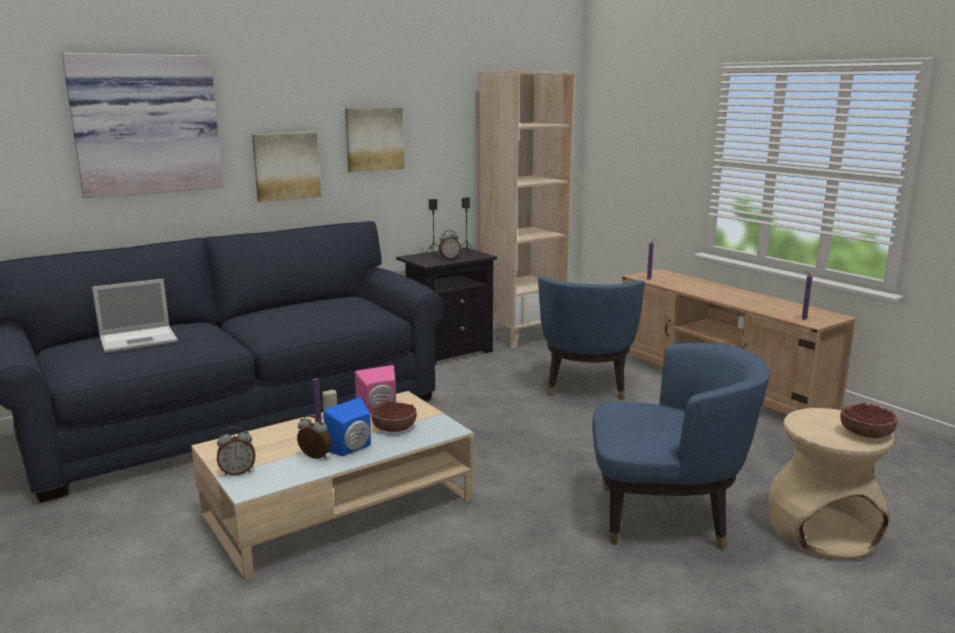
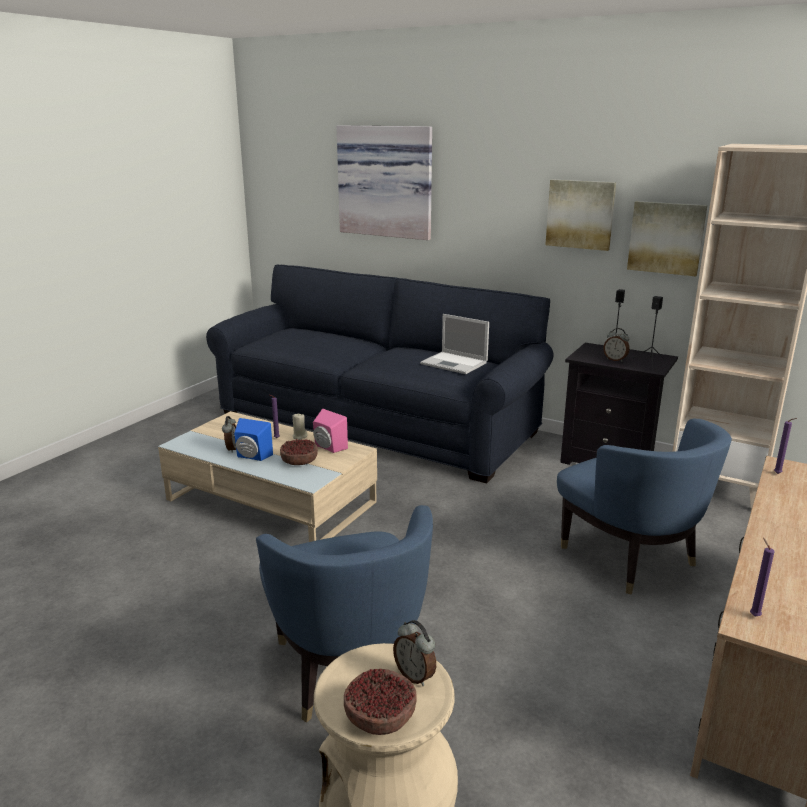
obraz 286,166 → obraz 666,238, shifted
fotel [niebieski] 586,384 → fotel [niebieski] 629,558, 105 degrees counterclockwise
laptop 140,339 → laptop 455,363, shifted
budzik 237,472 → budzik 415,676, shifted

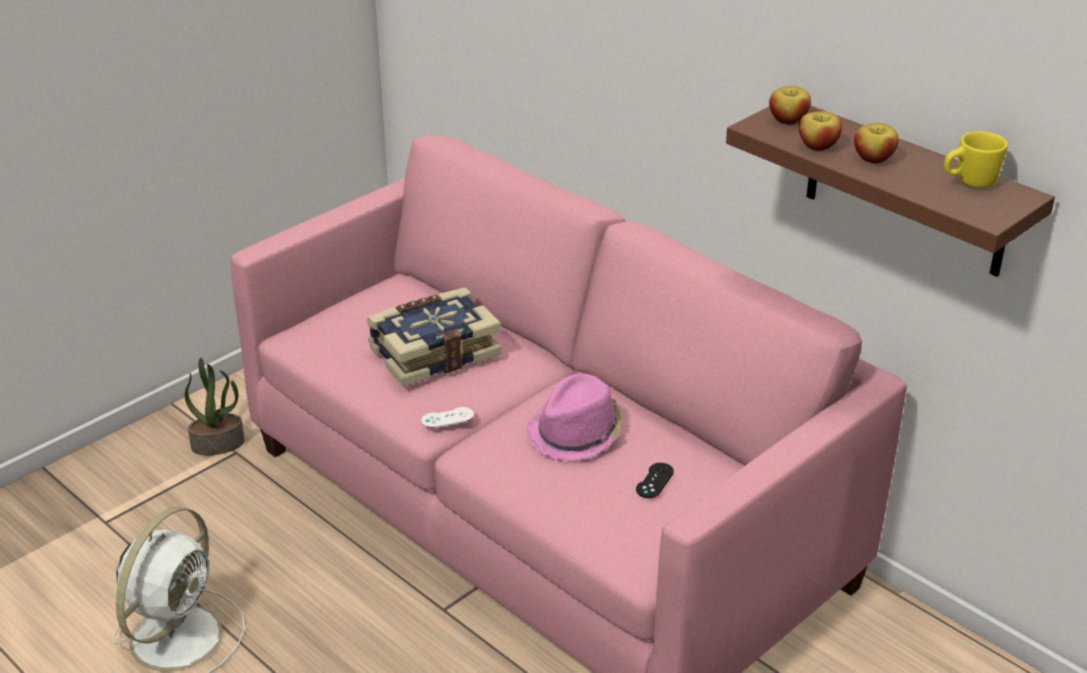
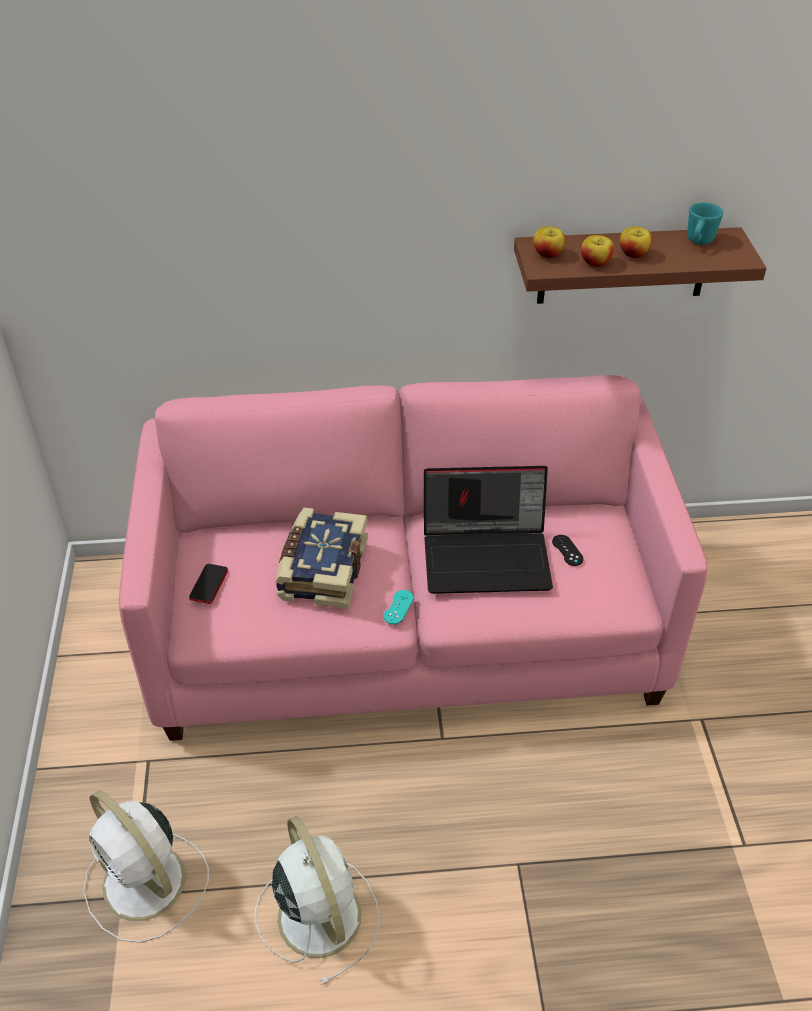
kubek [żółty] 969,183 → kubek [turkusowy] 698,242
roślina doniczkowa 218,444 → -
kapelusz [różowy] 576,434 → laptop 488,556
pad do gier [biały] 447,418 → pad do gier [turkusowy] 398,607
- → telefon 209,584
- → wentylator [biały] 146,884

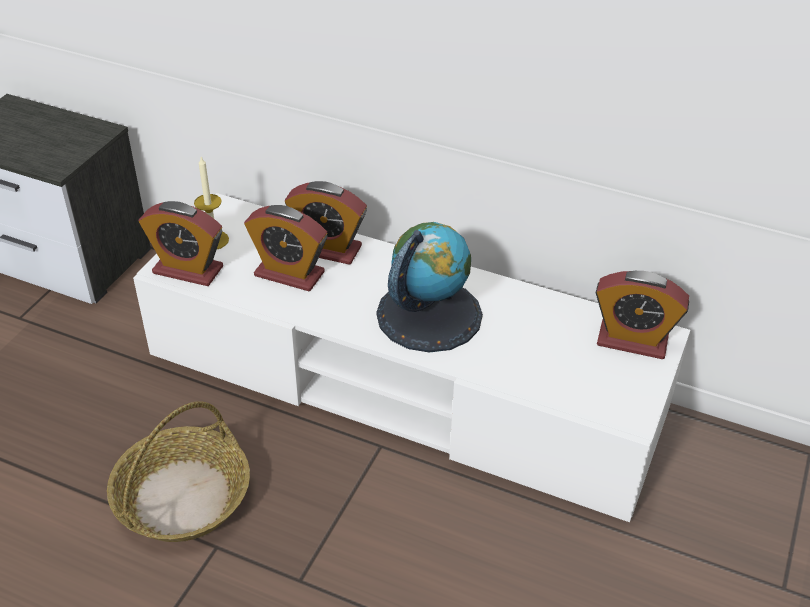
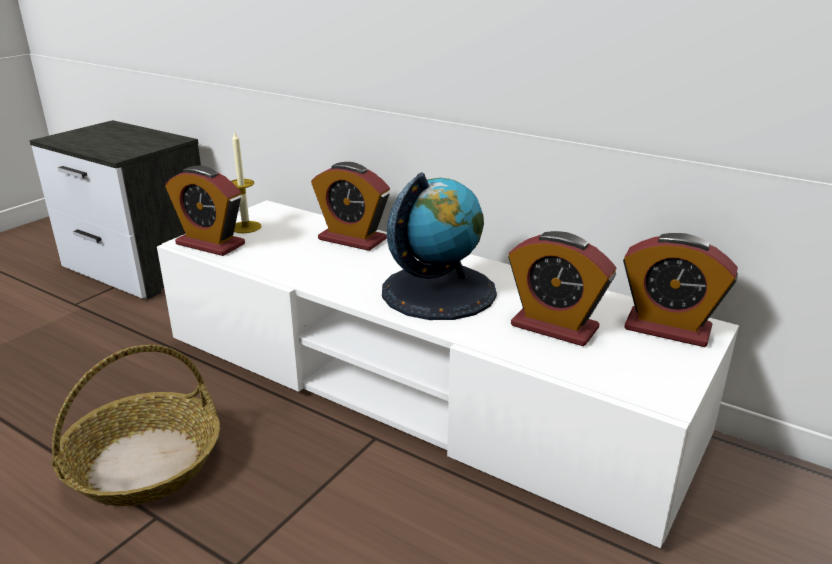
budzik 289,274 → budzik 554,327, shifted

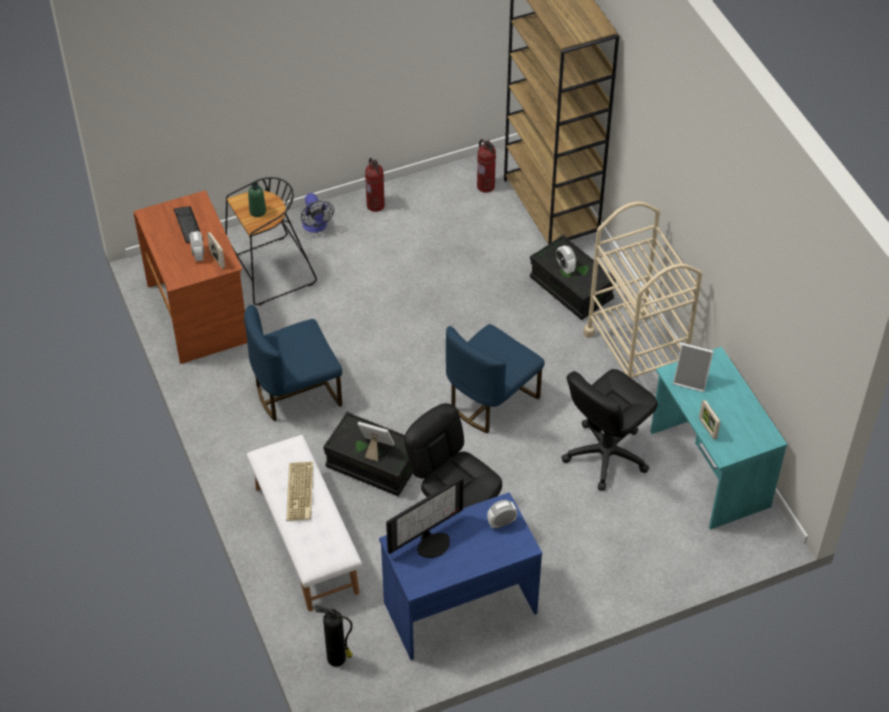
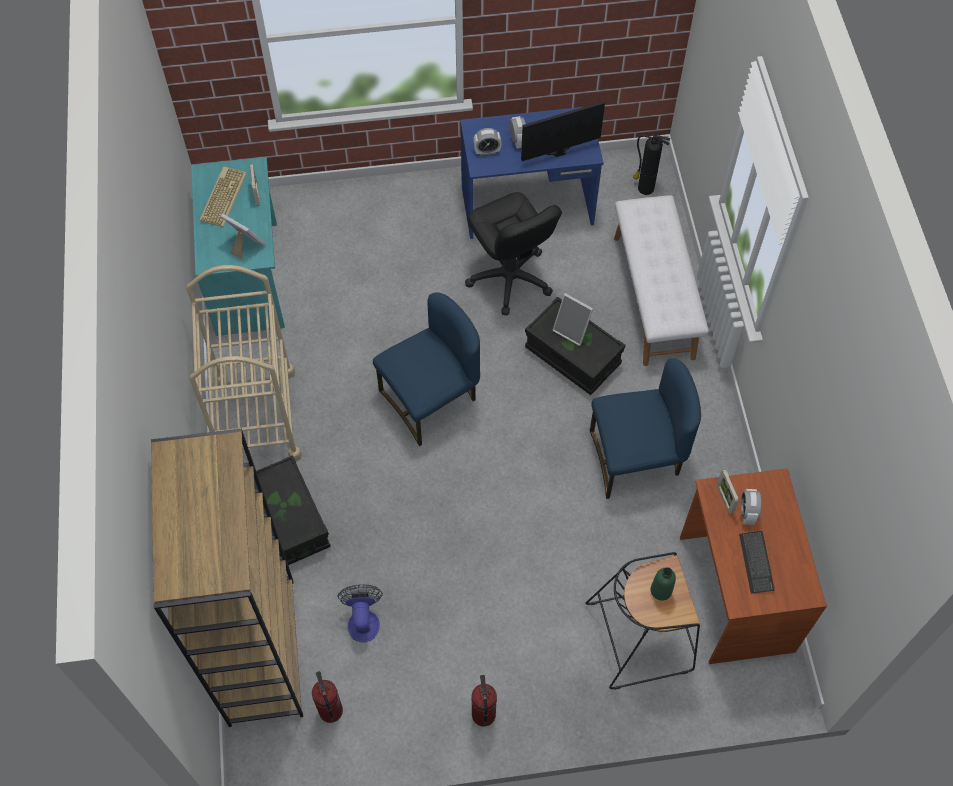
wentylator 316,226 → wentylator 363,619, shifted
budzik 565,267 → budzik 517,141, shifted
krzesło biurowe [czarny] 605,455 → -
klawiatura 301,492 → klawiatura 222,196, shifted

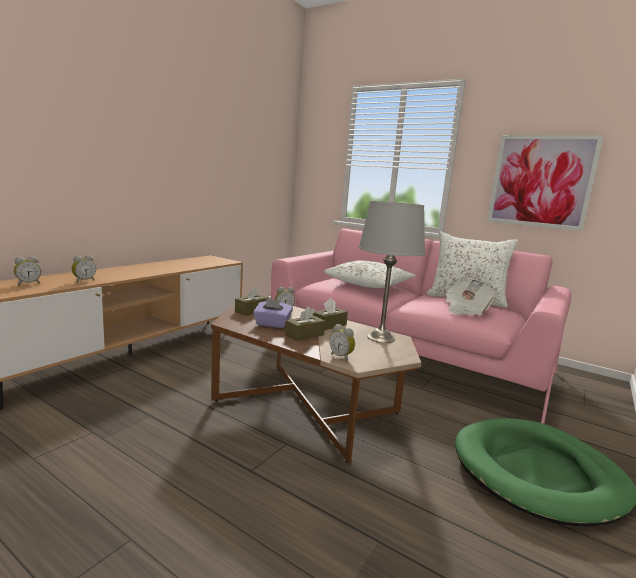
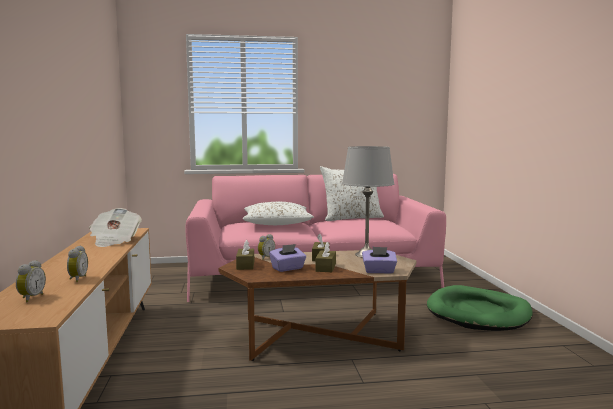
obraz 541,181 → -
gazeta 466,310 → gazeta 115,241, shifted
budzik 341,357 → pudełko chusteczek [fioletowy] 379,271

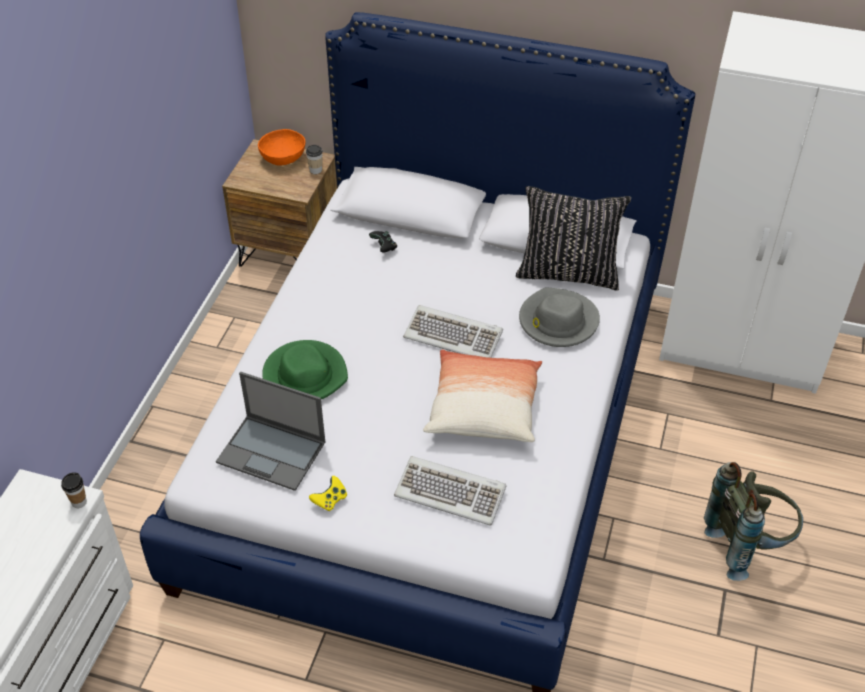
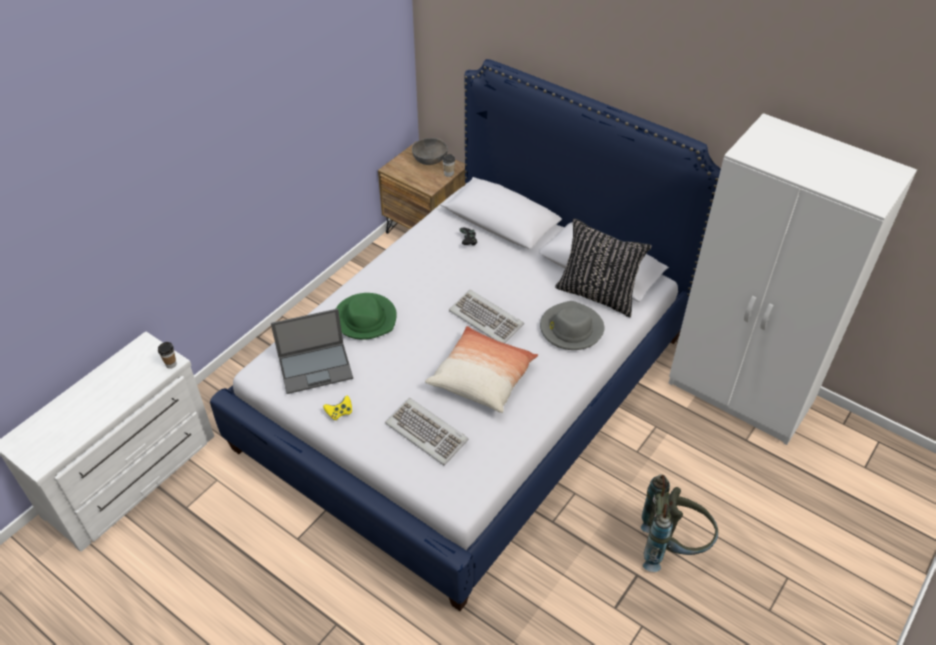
miska [pomarańczowy] 283,158 → miska [szary] 430,160
laptop 272,452 → laptop 316,367, 60 degrees counterclockwise

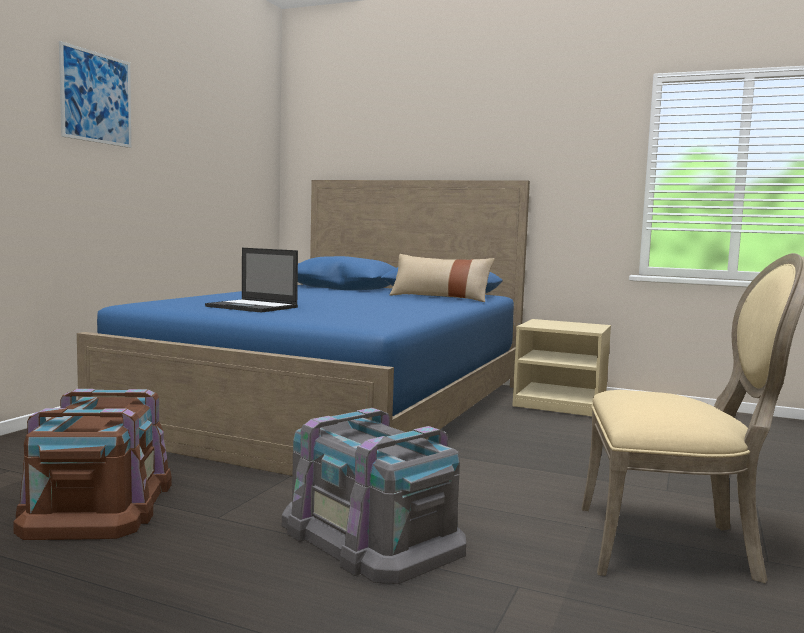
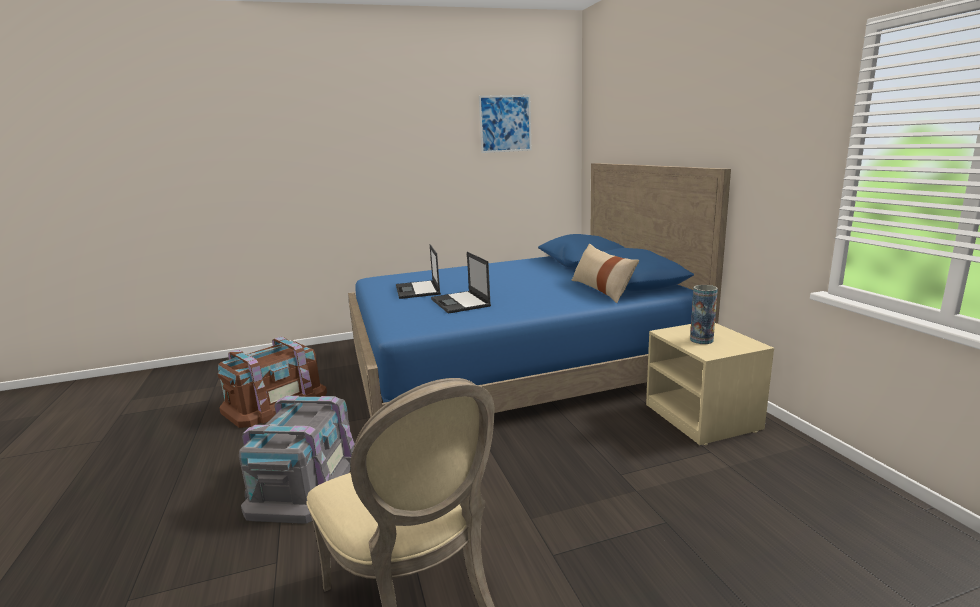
obraz 96,97 → obraz 505,123, shifted
- → laptop 461,303
- → wazon 701,340

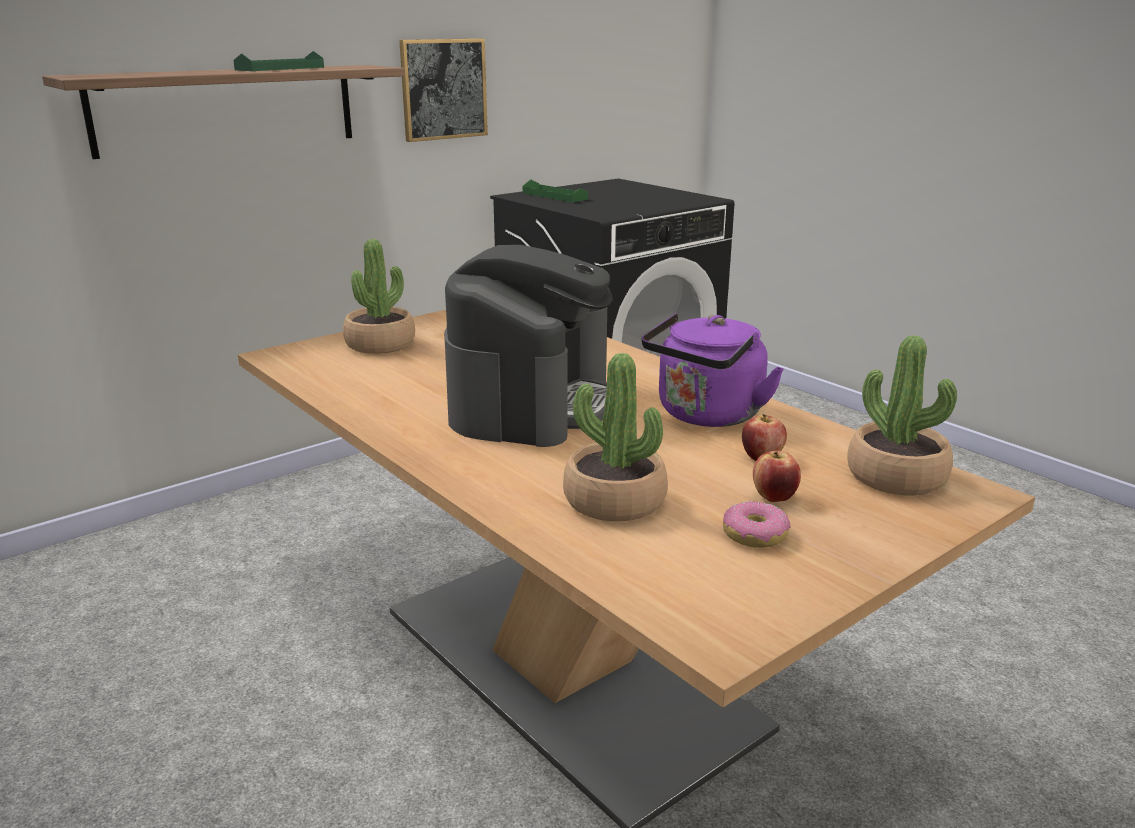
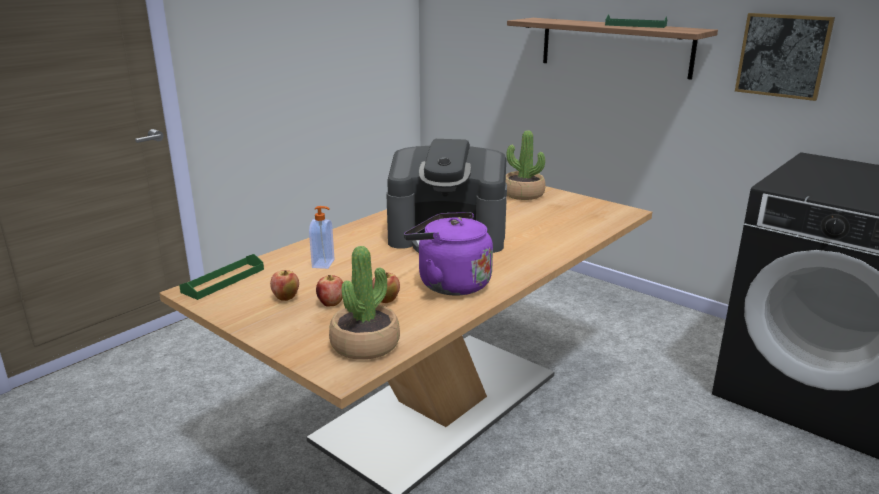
taca [zielony] 554,196 → taca [zielony] 223,280, shifted
roślina doniczkowa 614,501 → dozownik mydła 324,264
donut 754,535 → jabłko 285,298

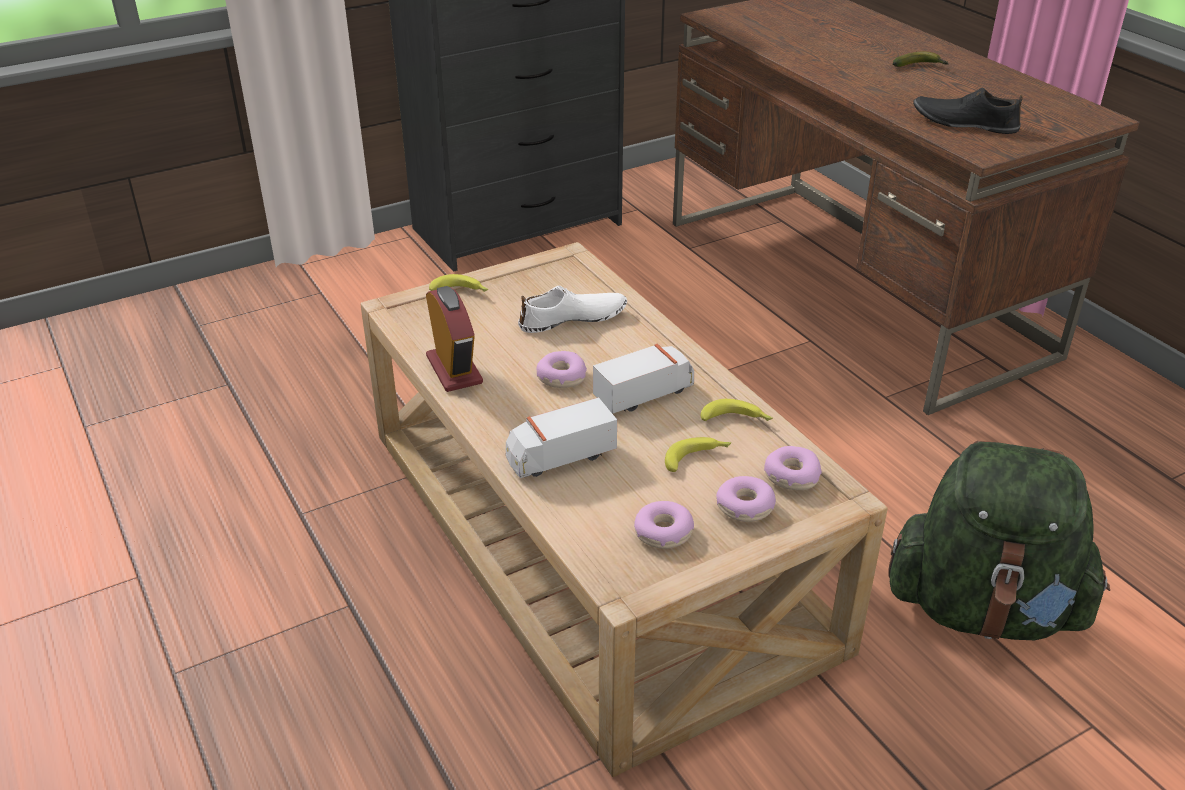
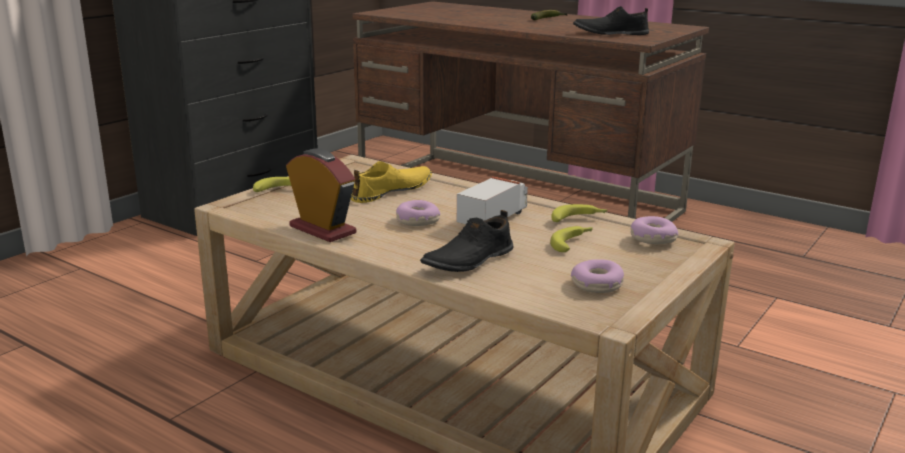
but [biały] 573,319 → but [żółty] 392,191
ciężarówka zabawkowa 560,457 → but [czarny] 468,260
plecak [zielony] 984,609 → -
donut 745,507 → -

